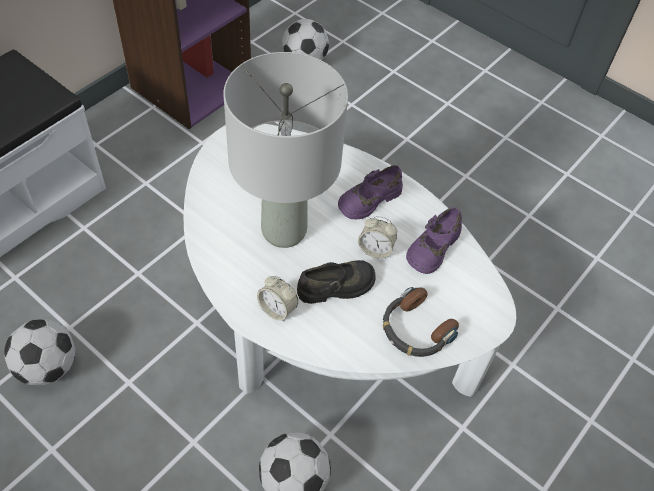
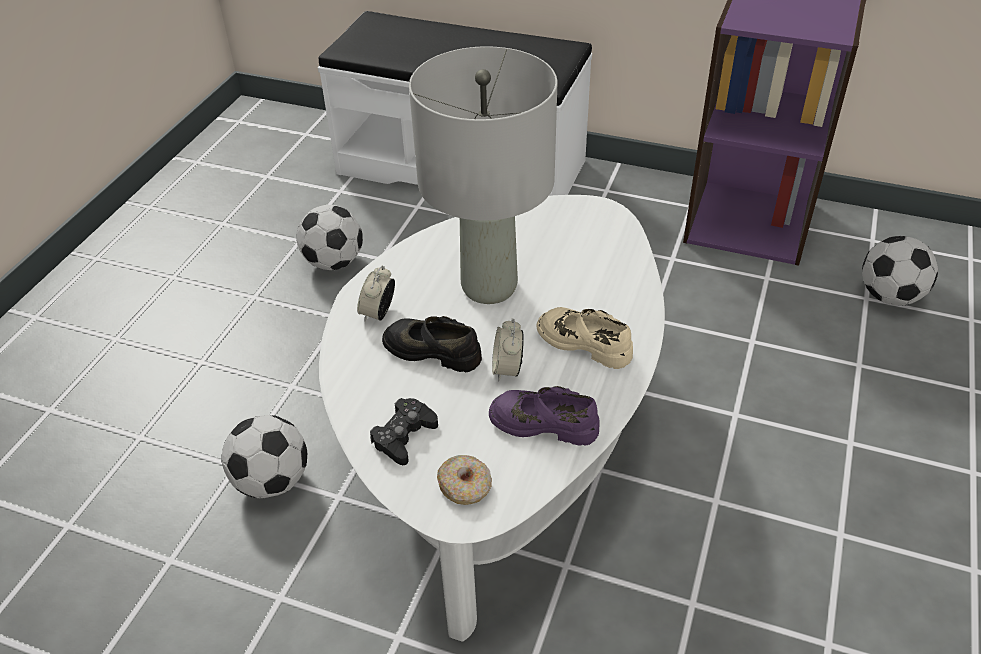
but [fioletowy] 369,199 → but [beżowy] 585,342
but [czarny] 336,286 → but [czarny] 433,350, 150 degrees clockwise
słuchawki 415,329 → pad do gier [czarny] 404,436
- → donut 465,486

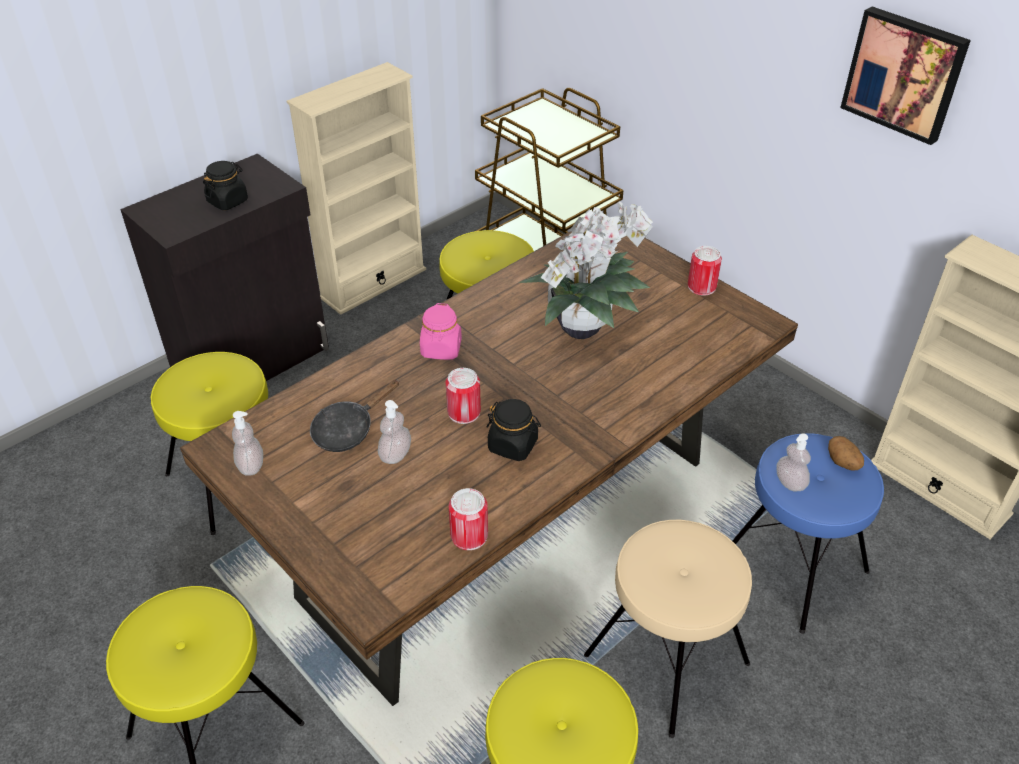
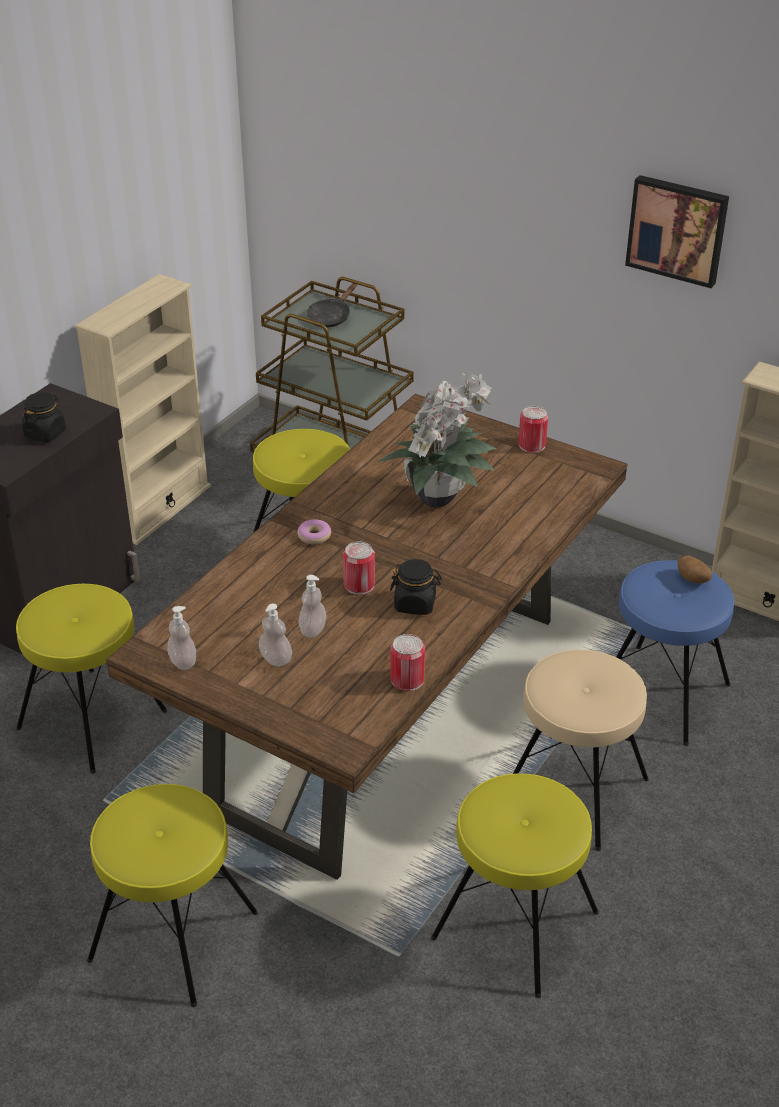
słoik [różowy] 441,349 → donut 314,536
patelnia [czarny] 348,430 → patelnia [czarny] 331,317, shifted
dozownik mydła 790,482 → dozownik mydła 276,659, shifted

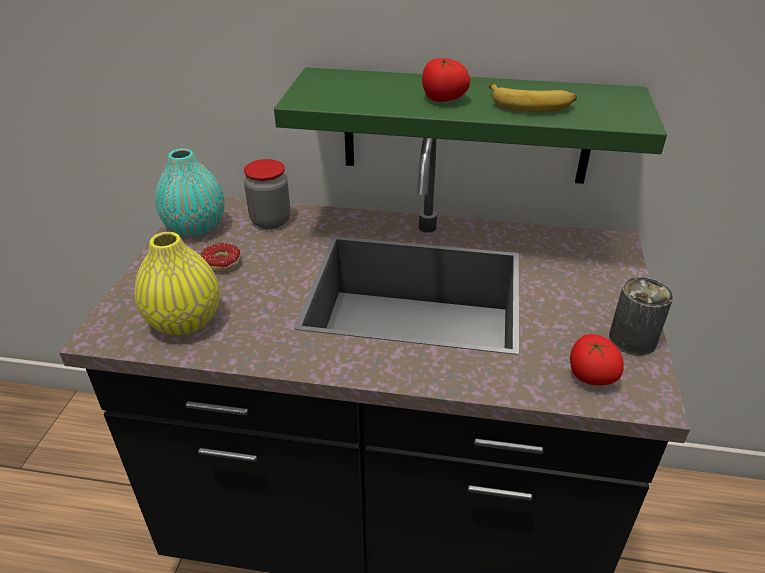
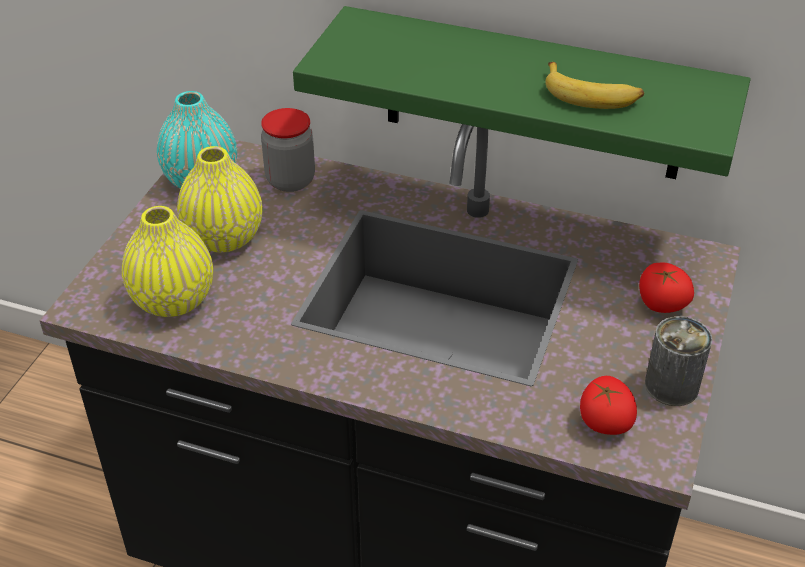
pomidor 443,99 → pomidor 661,304, shifted
donut 222,268 → wazon [żółty] 224,238

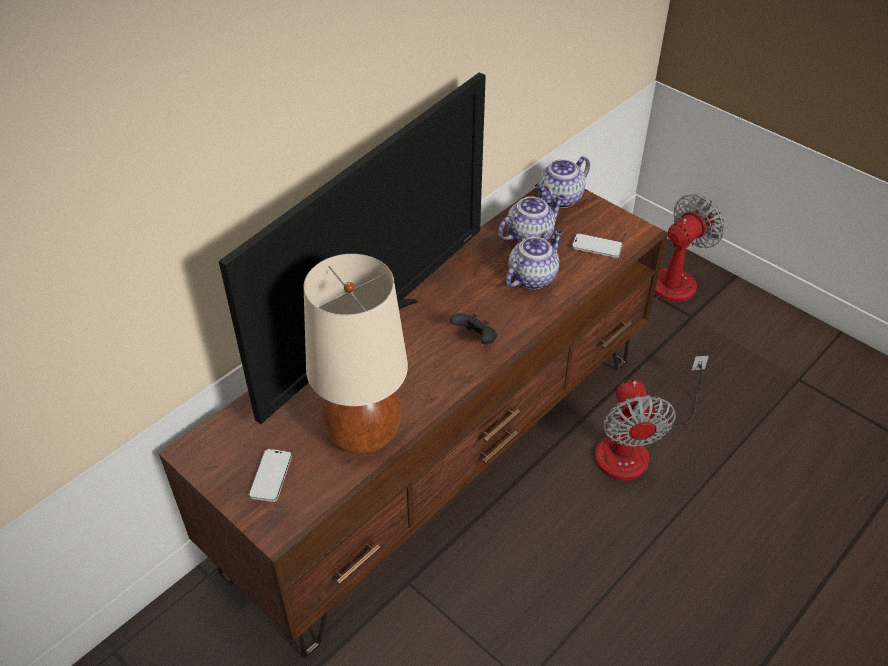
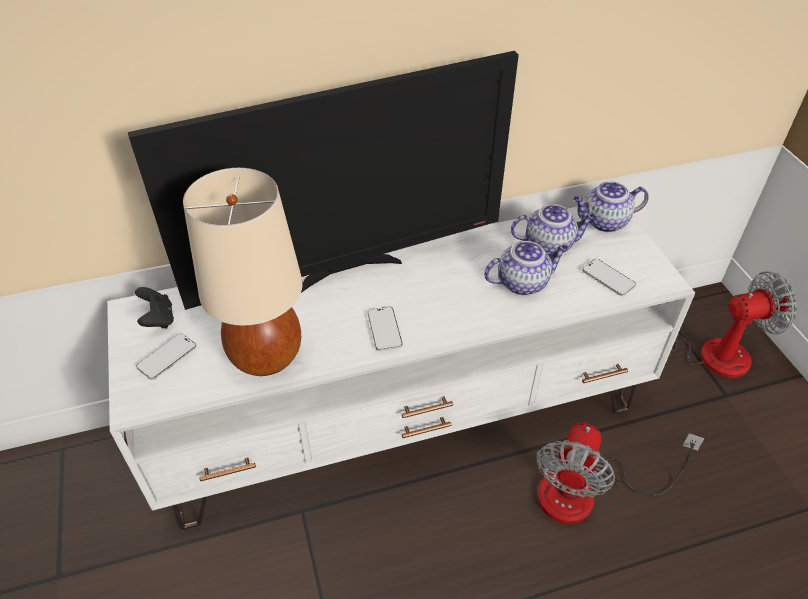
szafka pod telewizor [brązowy] 443,456 → szafka pod telewizor [biały] 405,418
pad do gier [czarny] 475,339 → pad do gier [czarny] 158,319, shifted
- → telefon 384,330

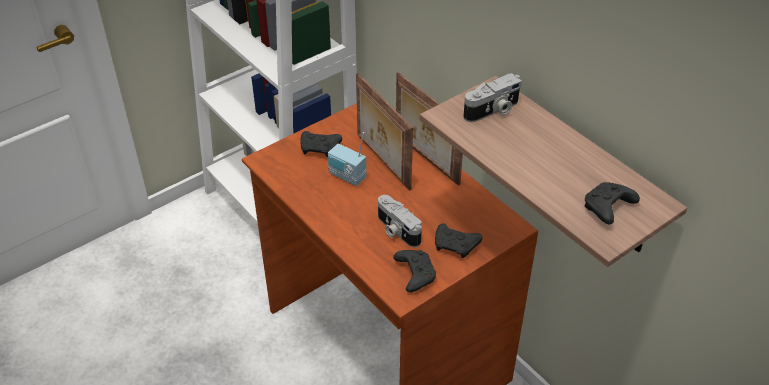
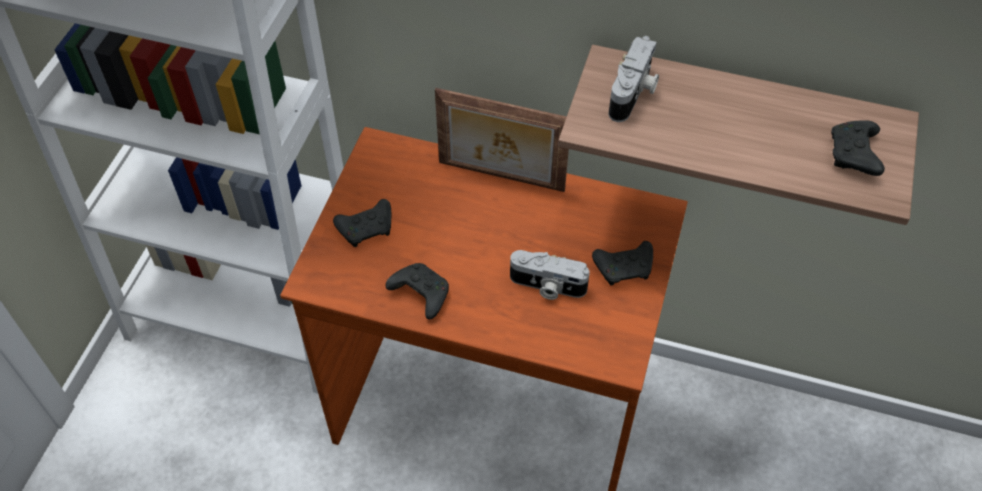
ramka na zdjęcie 382,162 → -
radio 346,177 → -
pad do gier [czarny] 414,274 → pad do gier [czarny] 419,294, shifted

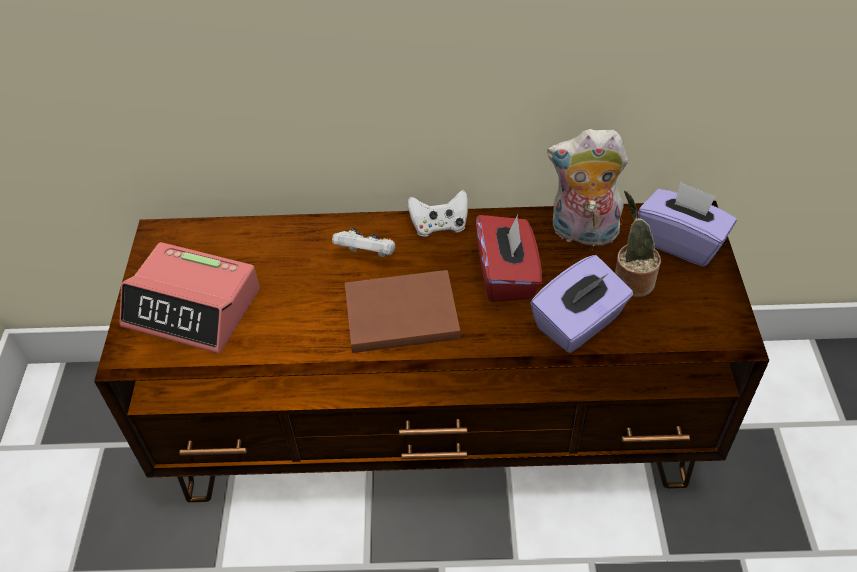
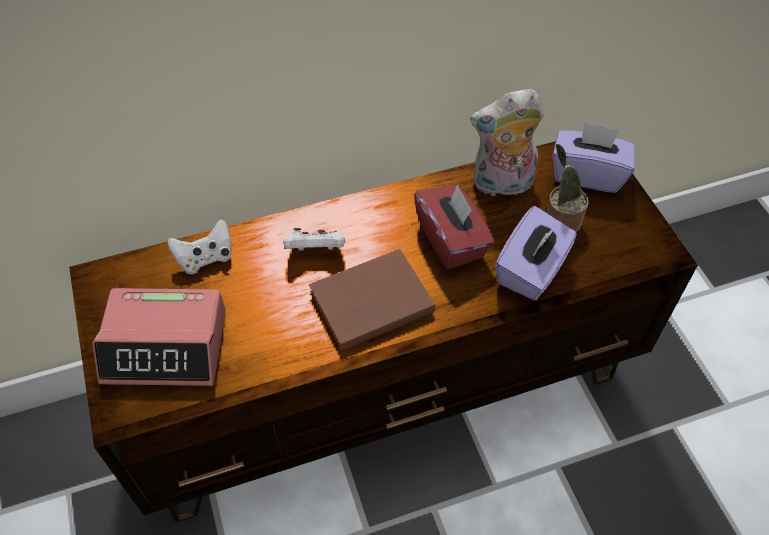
pad do gier [biały] 439,226 → pad do gier [biały] 206,258, shifted

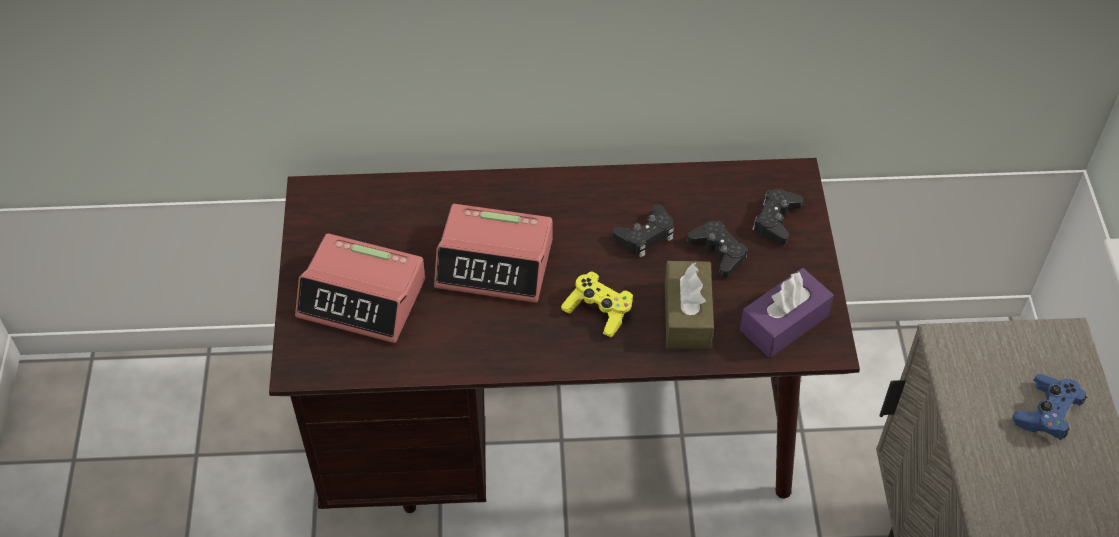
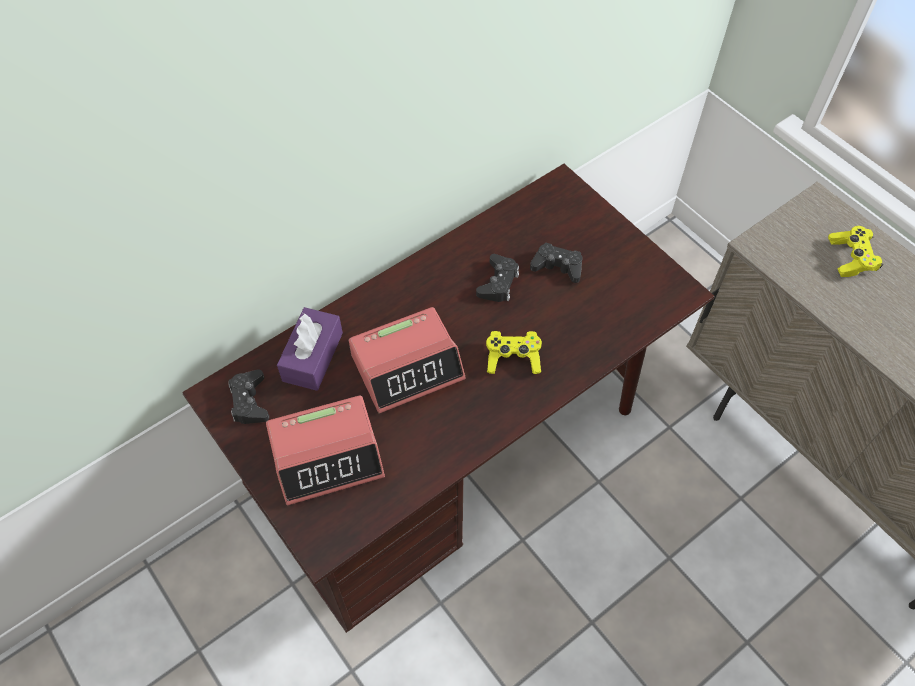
pad do gier [czarny] 776,220 → pad do gier [czarny] 249,401, shifted
pudełko chusteczek [brązowy] 687,315 → -
pudełko chusteczek [fioletowy] 784,323 → pudełko chusteczek [fioletowy] 312,356, shifted
pad do gier [niebieski] 1046,413 → pad do gier [żółty] 851,258

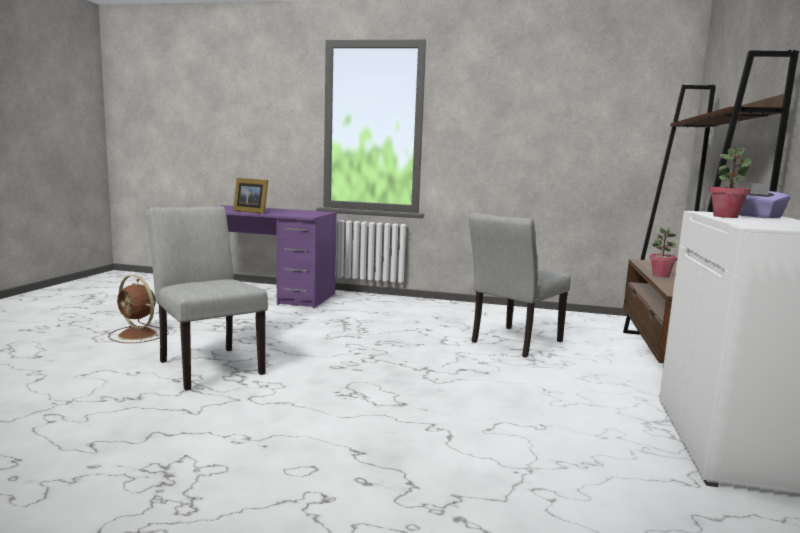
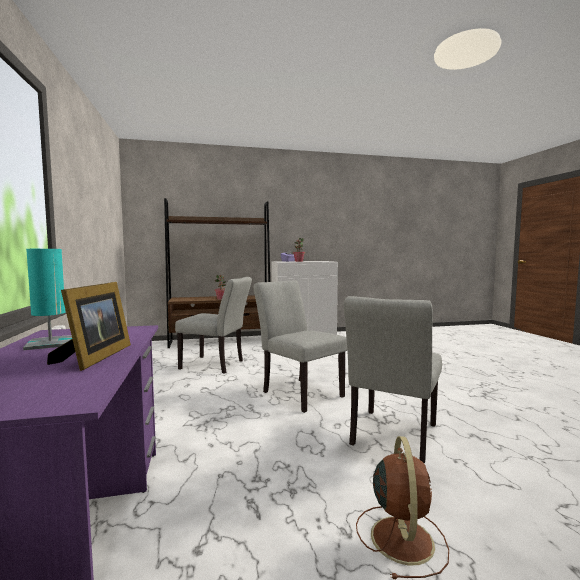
- → lampa stołowa [turkusowy] 50,343
- → krzesło [szary] 298,392

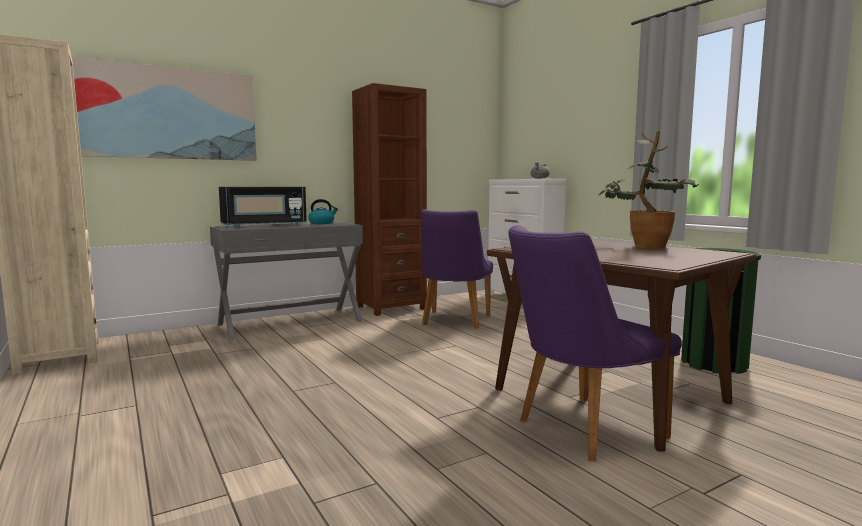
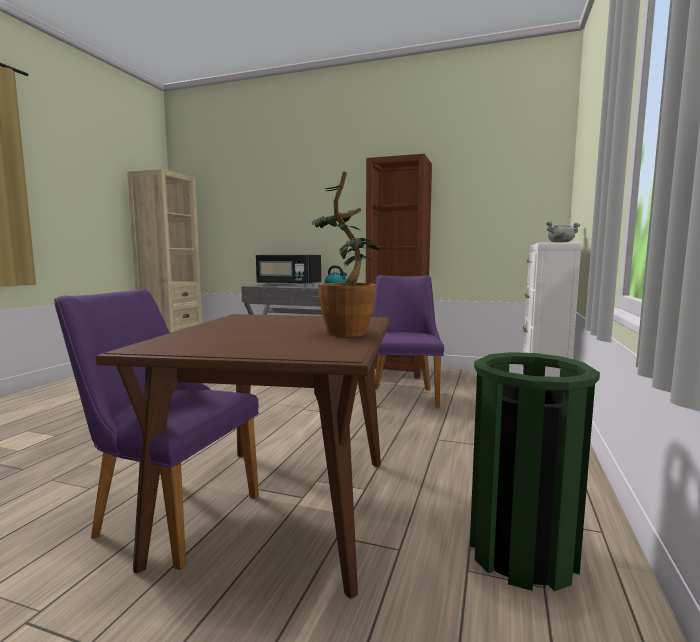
obraz 162,113 → -
krzesło [fioletowy] 453,321 → krzesło [fioletowy] 402,394, 120 degrees clockwise

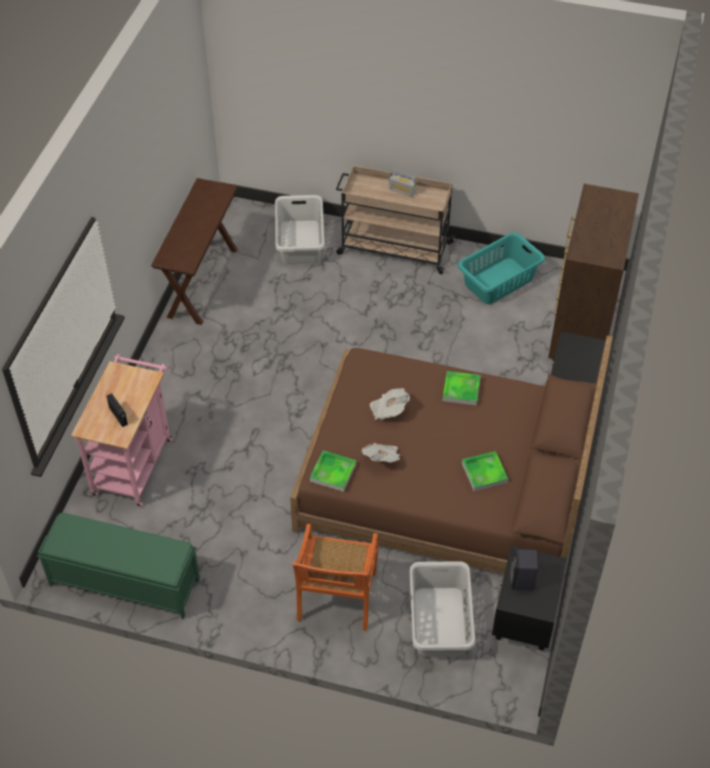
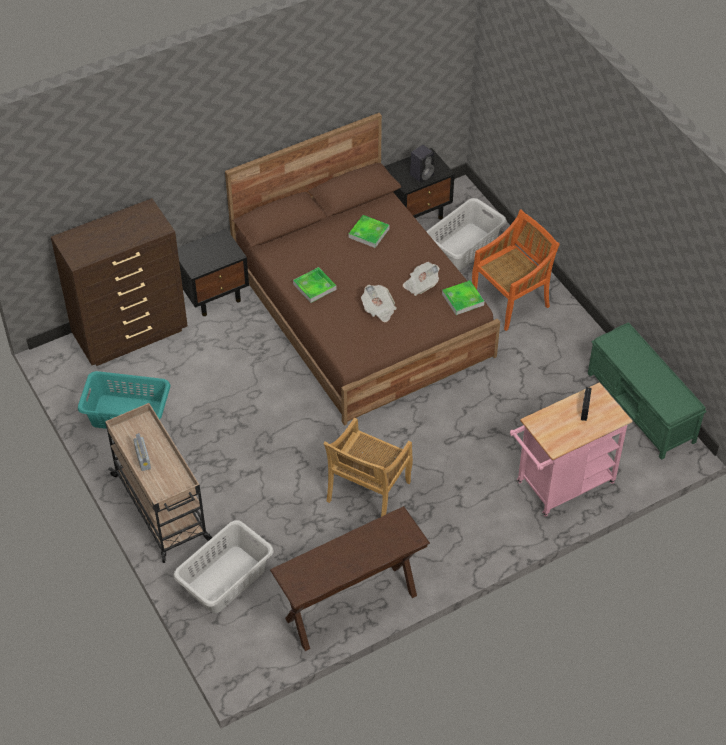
- → krzesło [beżowy] 368,493

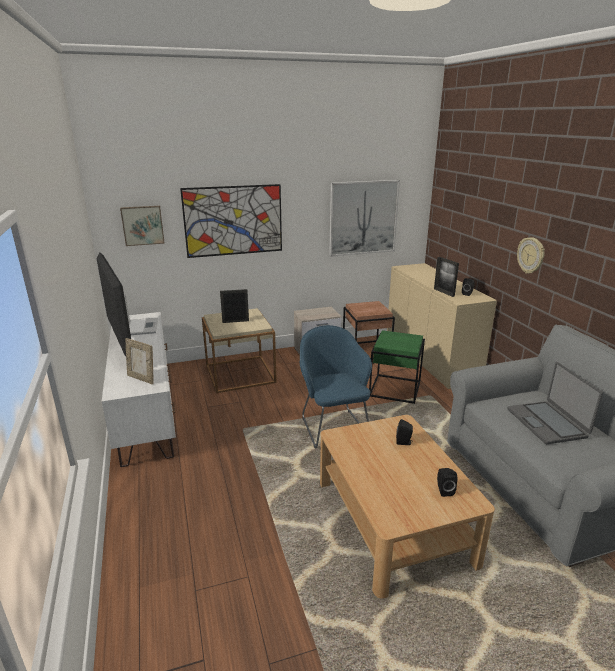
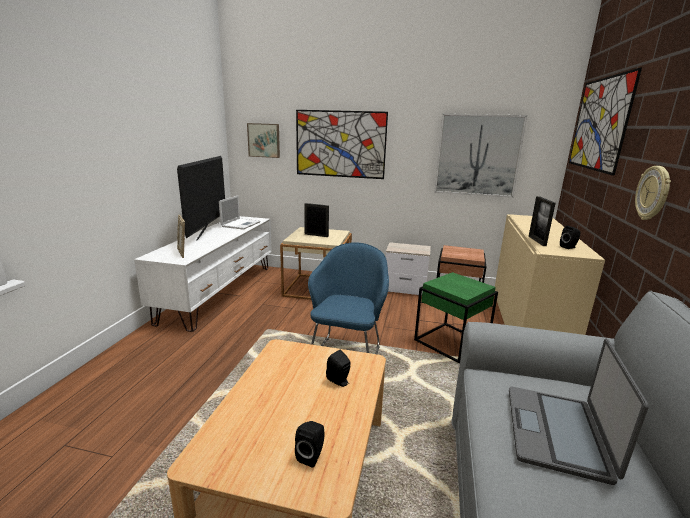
- → obraz 599,124

